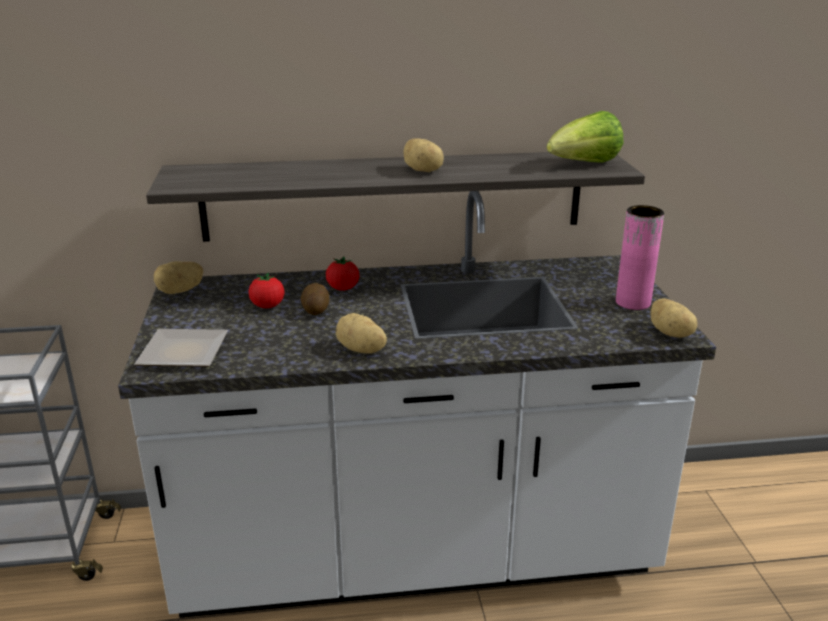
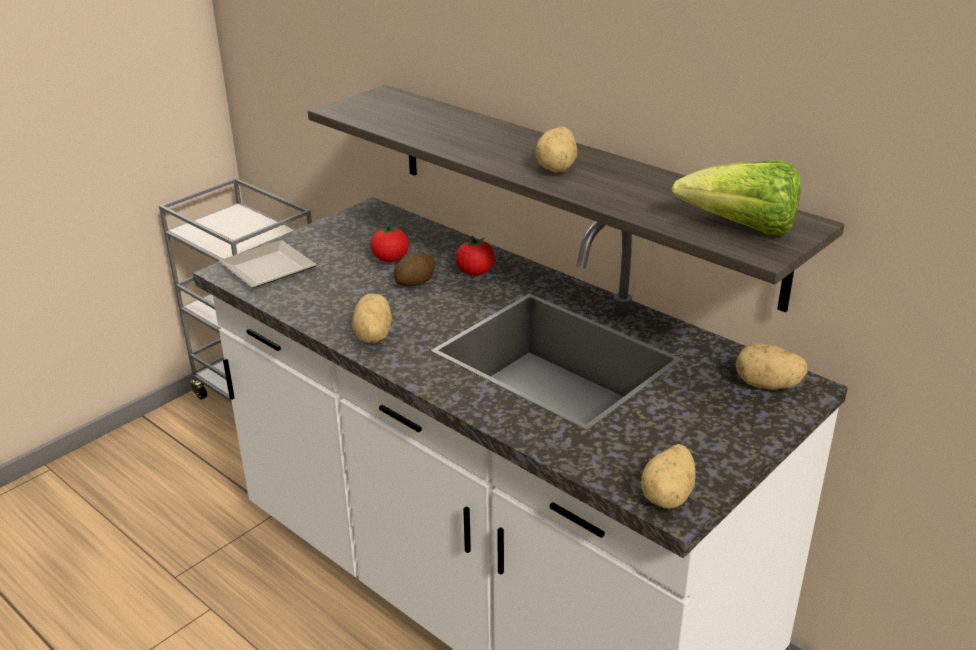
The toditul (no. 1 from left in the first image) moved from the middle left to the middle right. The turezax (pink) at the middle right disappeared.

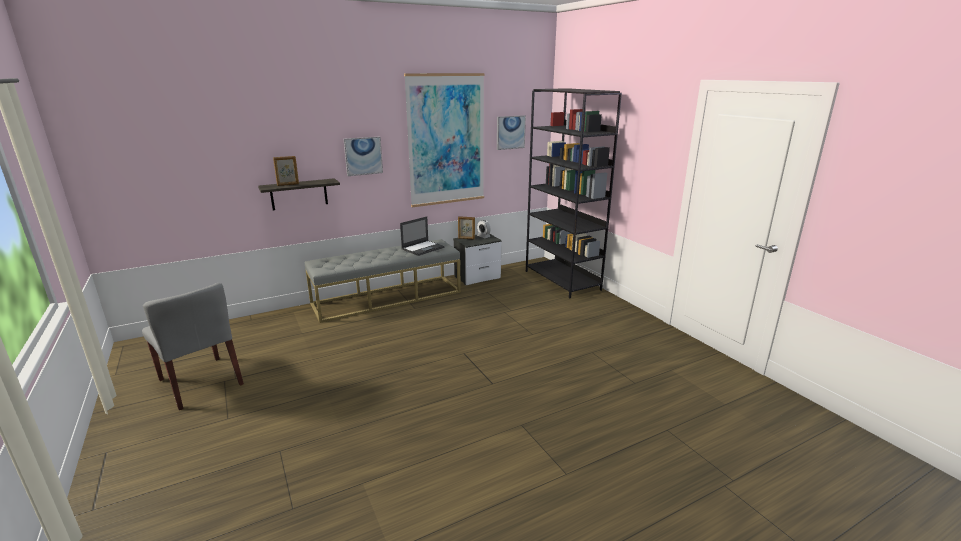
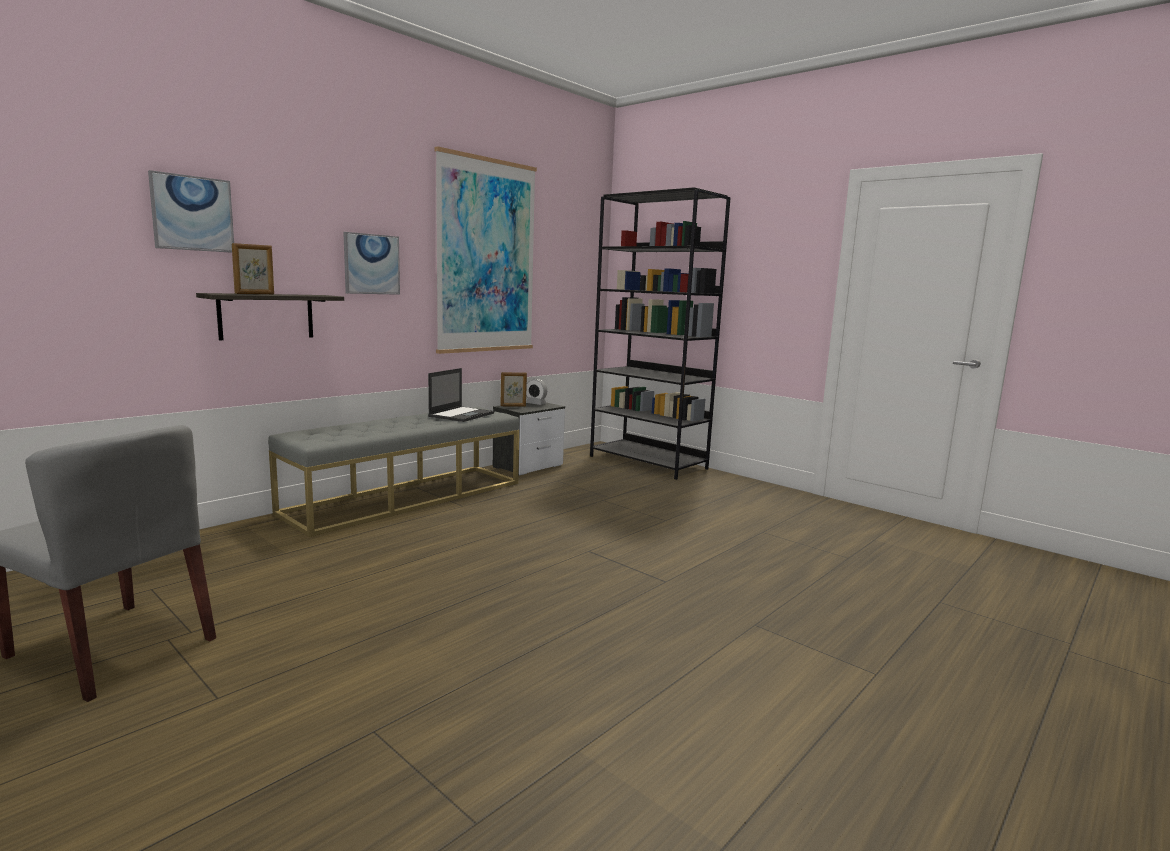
The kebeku (no. 3 from left in the first image) moved from the top centre to the top left.

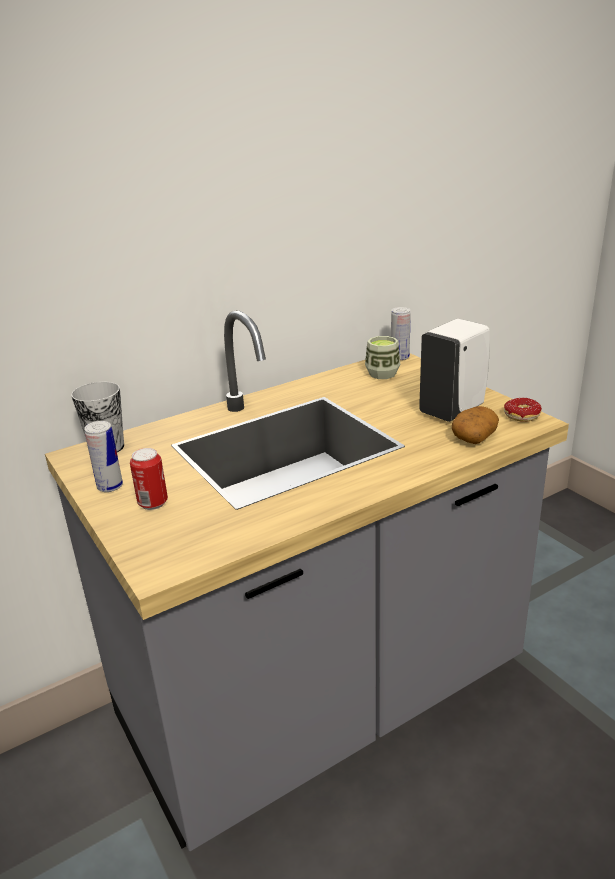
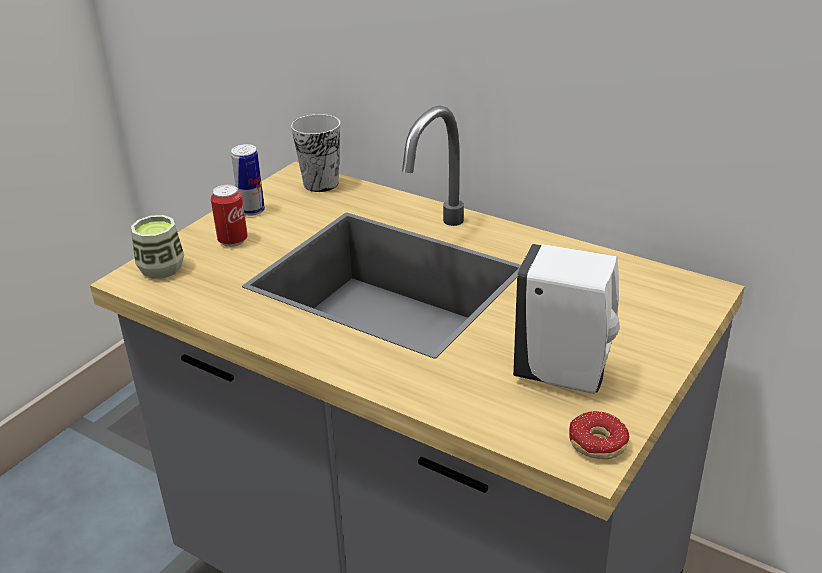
The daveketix (no. 2 from left in the first image) moved from the centre to the middle left. The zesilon (no. 3 from left) at the centre disappeared. The toditul at the middle right disappeared.

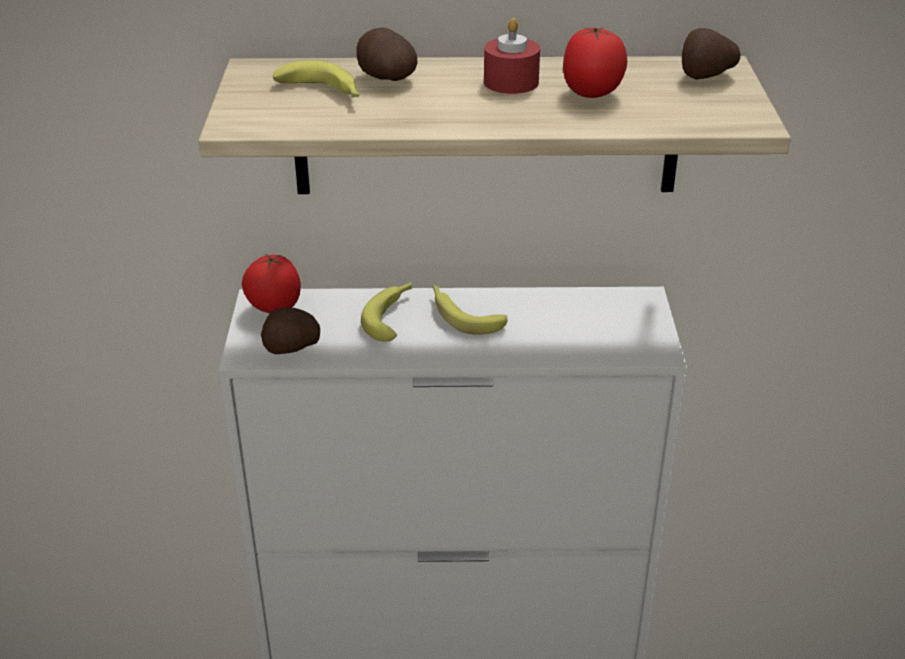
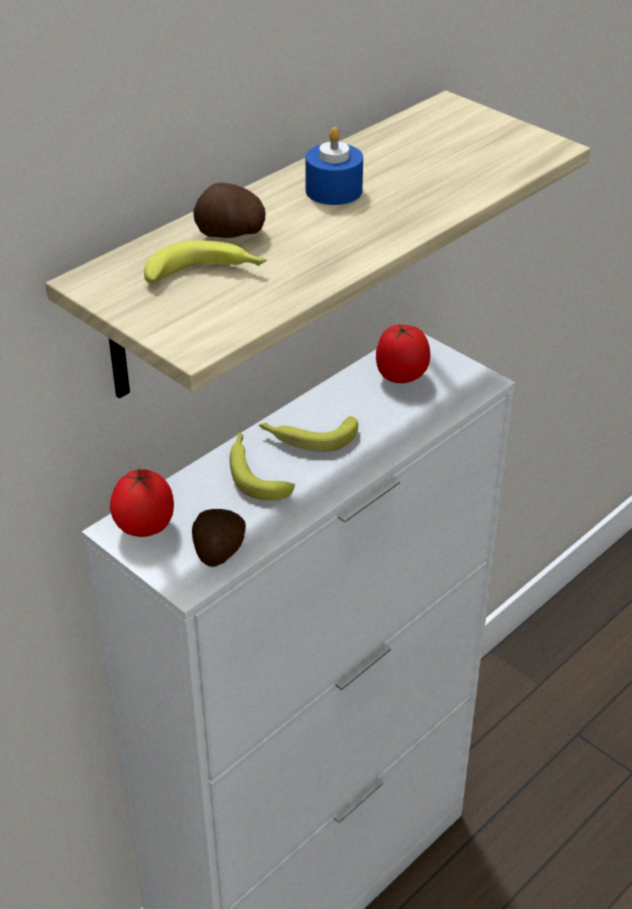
The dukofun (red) at the top centre became the dukofun (blue) at the top centre. The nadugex (no. 2 from left) moved from the top centre to the centre. The toditul (no. 3 from left) at the top right disappeared.

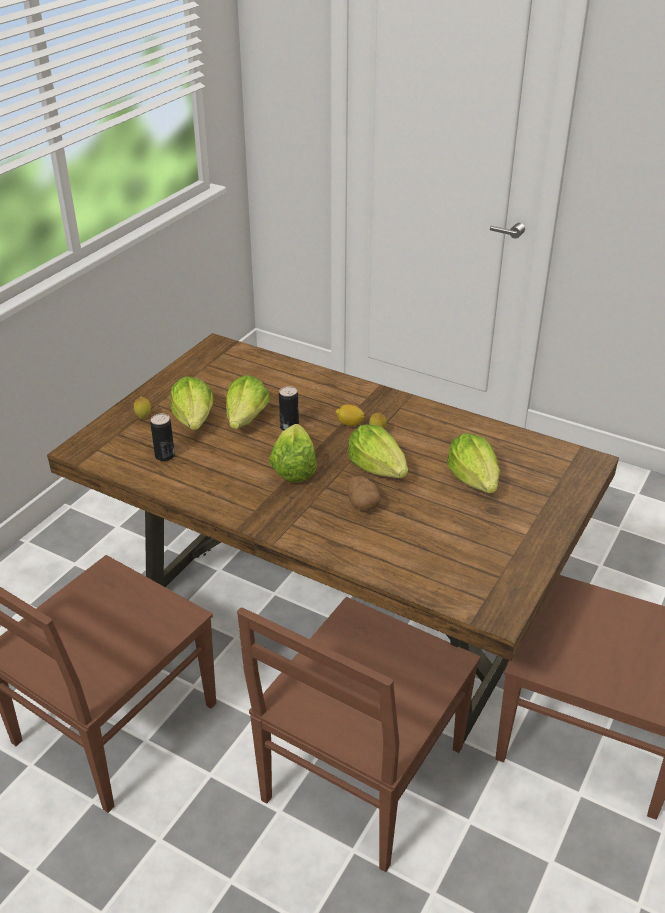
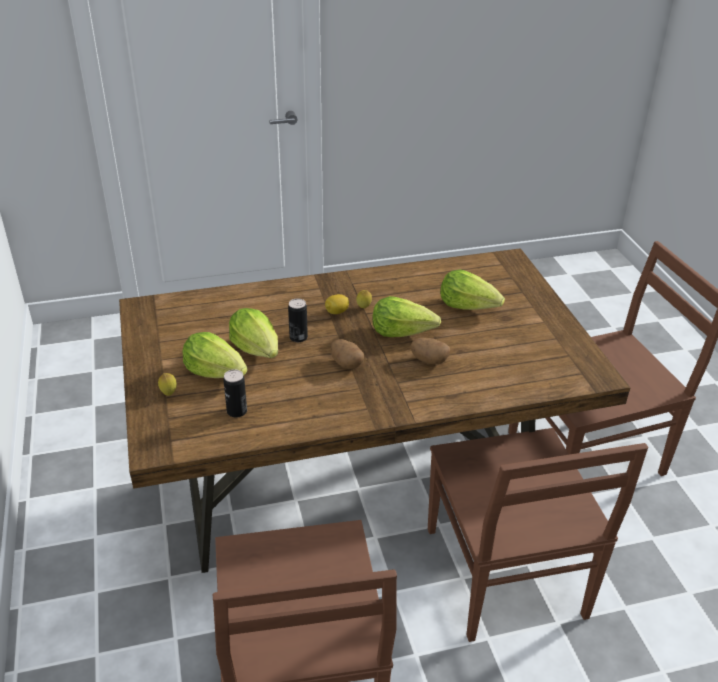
The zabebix (no. 3 from left) at the centre was replaced by the toditul (no. 1 from left) at the centre.

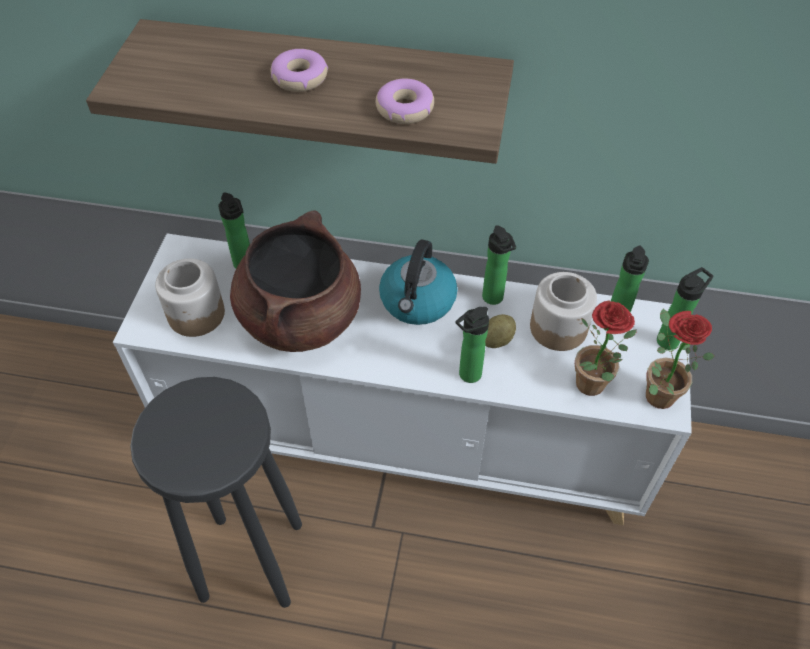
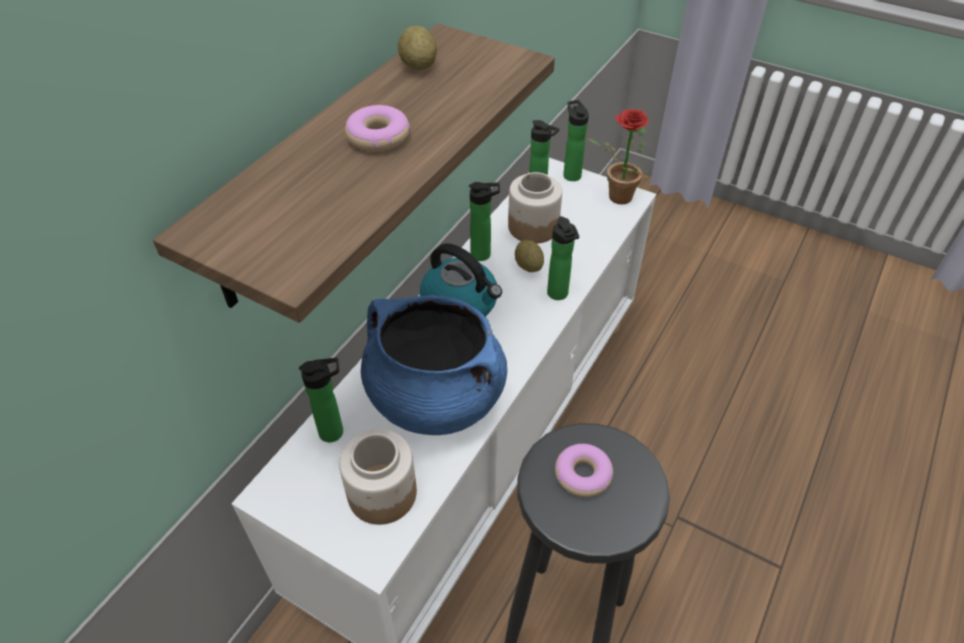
The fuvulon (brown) at the centre became the fuvulon (blue) at the centre. The toditul (no. 1 from left) at the top centre appeared. The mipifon (no. 2 from left) moved from the top centre to the bottom centre. The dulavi (no. 1 from left) at the middle right disappeared.

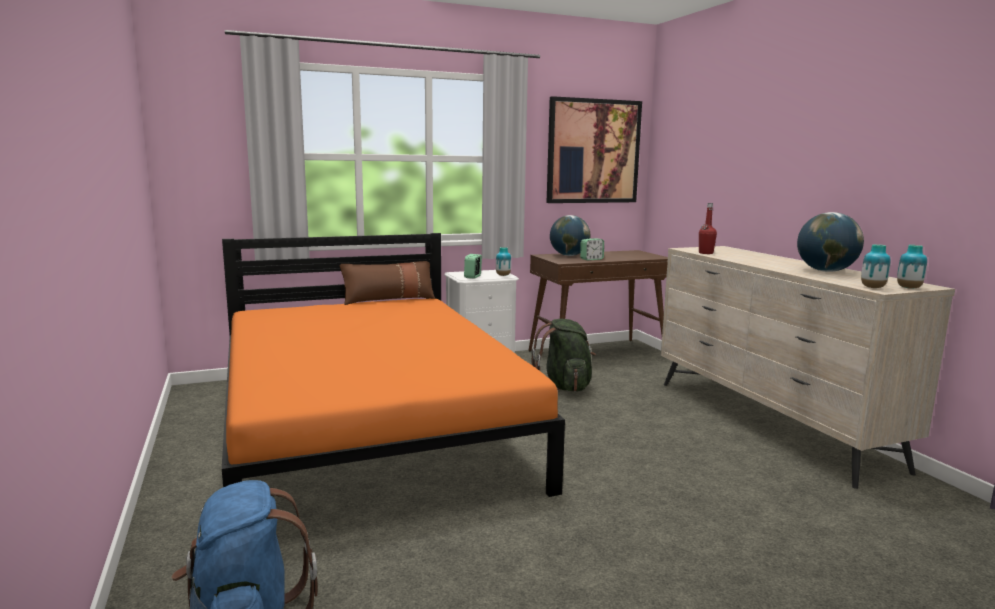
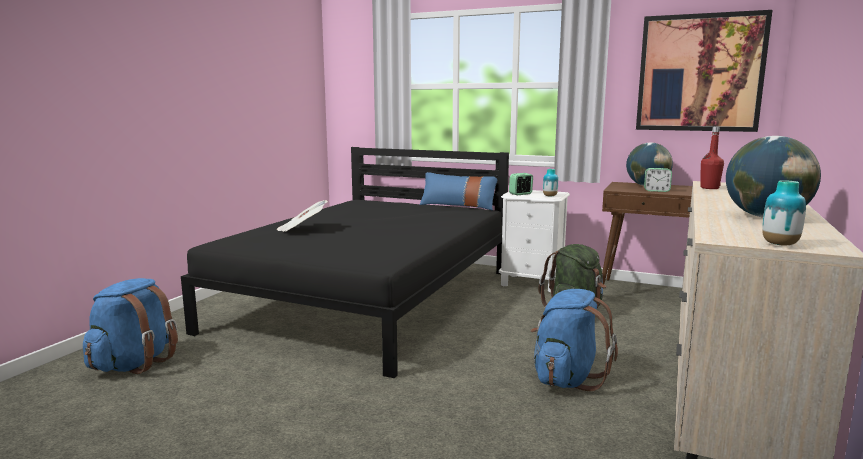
The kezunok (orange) at the centre became the kezunok (black) at the centre. The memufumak at the centre appeared. The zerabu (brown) at the centre became the zerabu (blue) at the centre. The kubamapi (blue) (no. 2 from left) at the bottom centre appeared. The turezax (no. 2 from left) at the middle right disappeared.

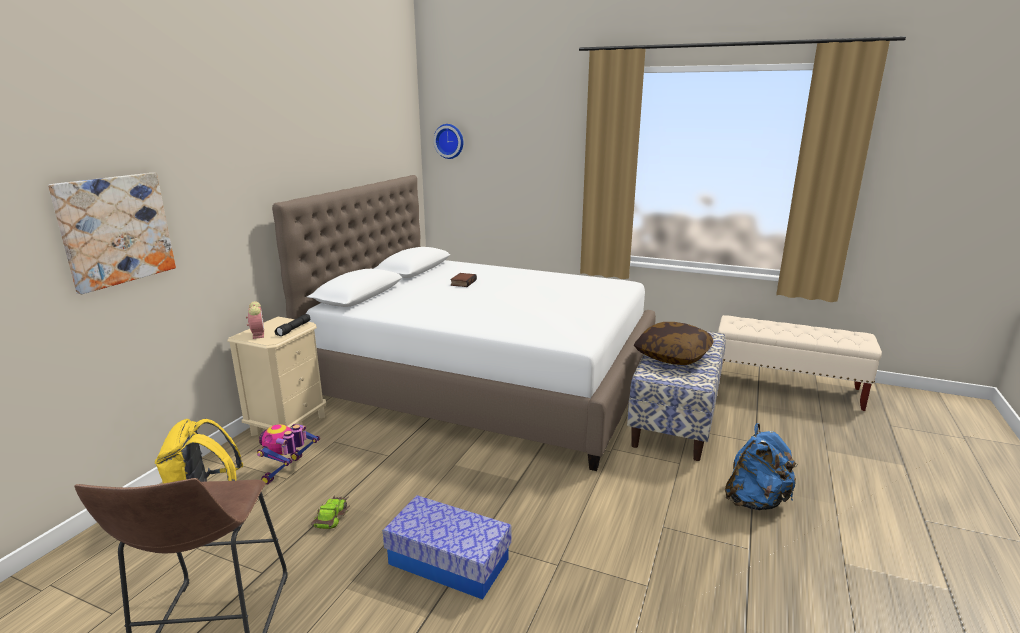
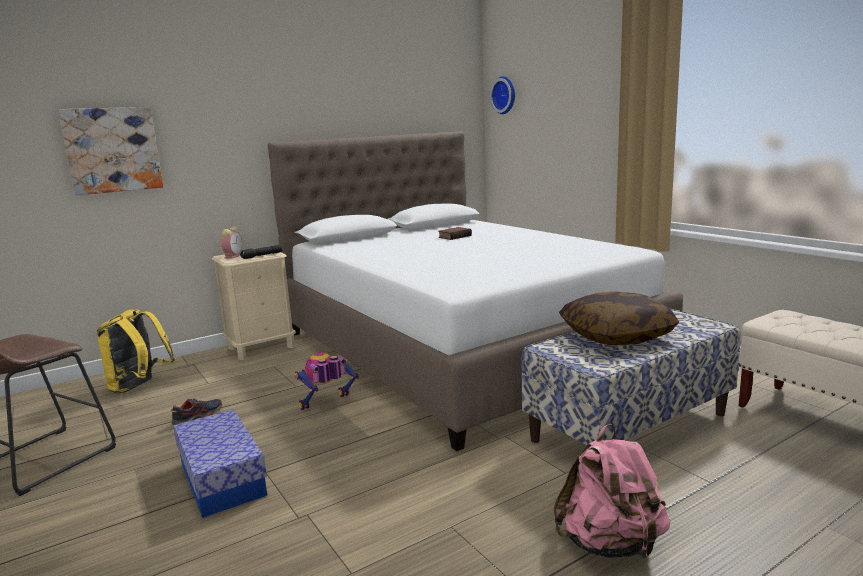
The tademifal at the bottom left was replaced by the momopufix at the bottom left. The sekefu moved from the bottom left to the centre. The kubamapi (blue) at the bottom right became the kubamapi (pink) at the bottom right.

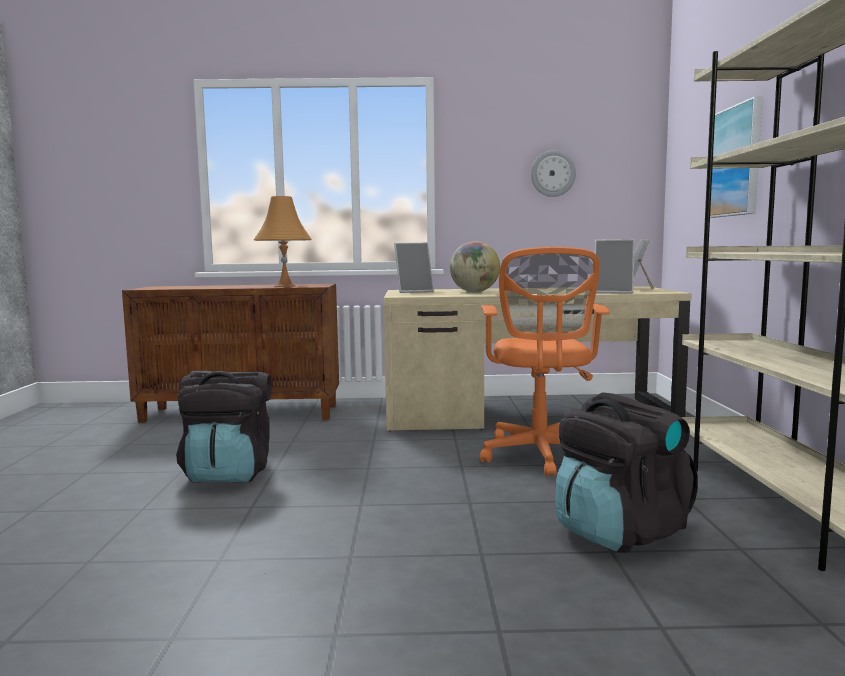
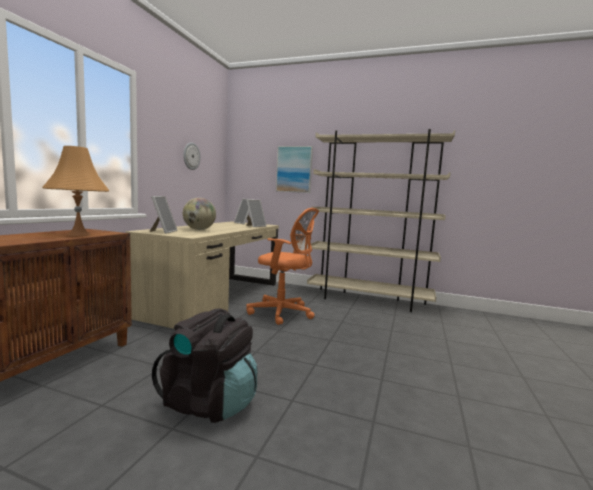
The kubamapi (black) (no. 2 from left) at the bottom right disappeared.

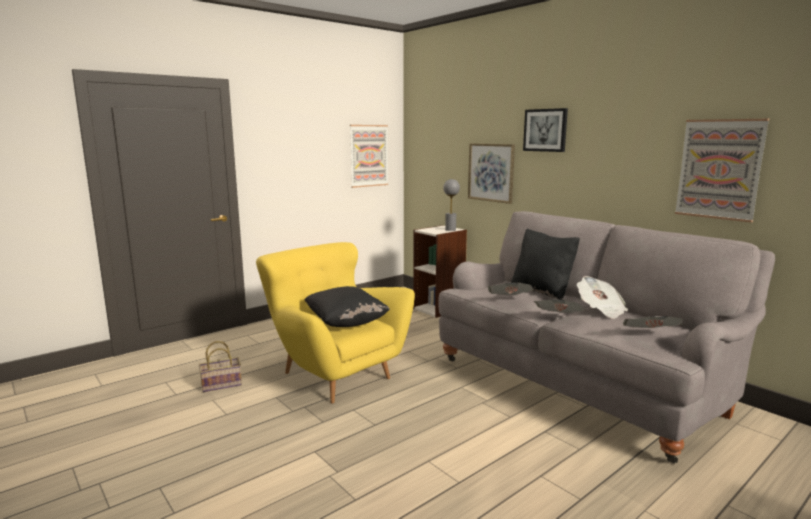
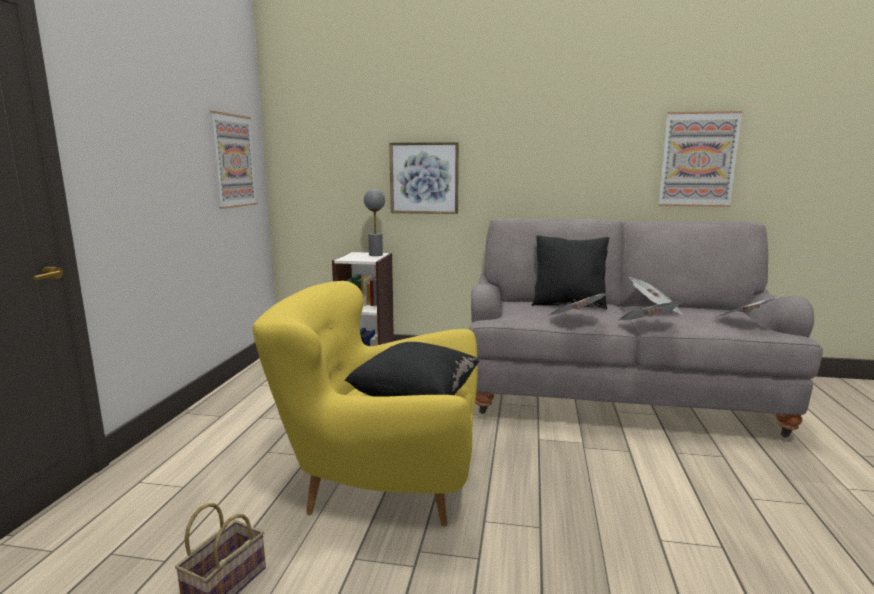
The kebeku (no. 3 from left) at the top right disappeared.

